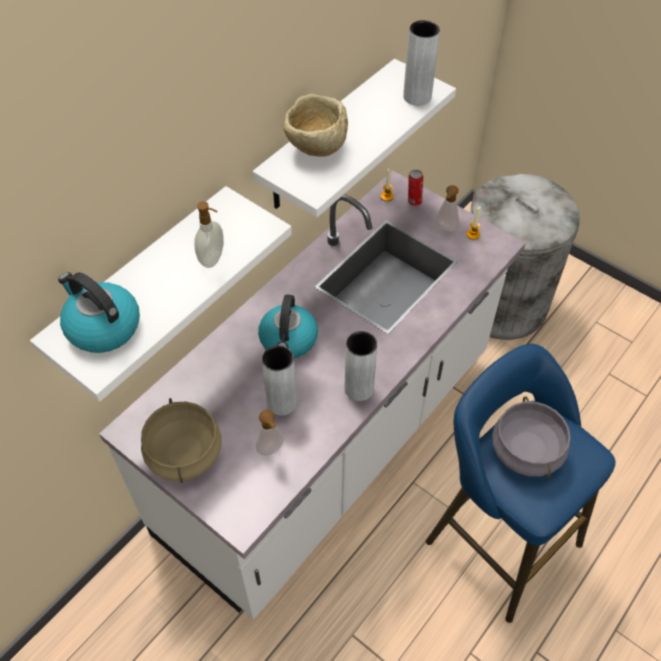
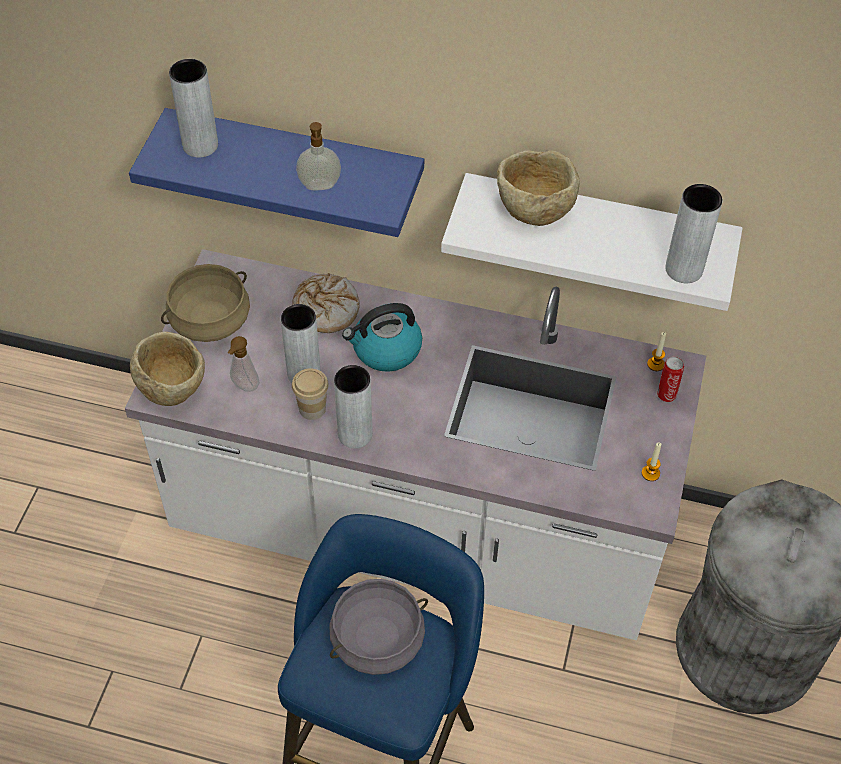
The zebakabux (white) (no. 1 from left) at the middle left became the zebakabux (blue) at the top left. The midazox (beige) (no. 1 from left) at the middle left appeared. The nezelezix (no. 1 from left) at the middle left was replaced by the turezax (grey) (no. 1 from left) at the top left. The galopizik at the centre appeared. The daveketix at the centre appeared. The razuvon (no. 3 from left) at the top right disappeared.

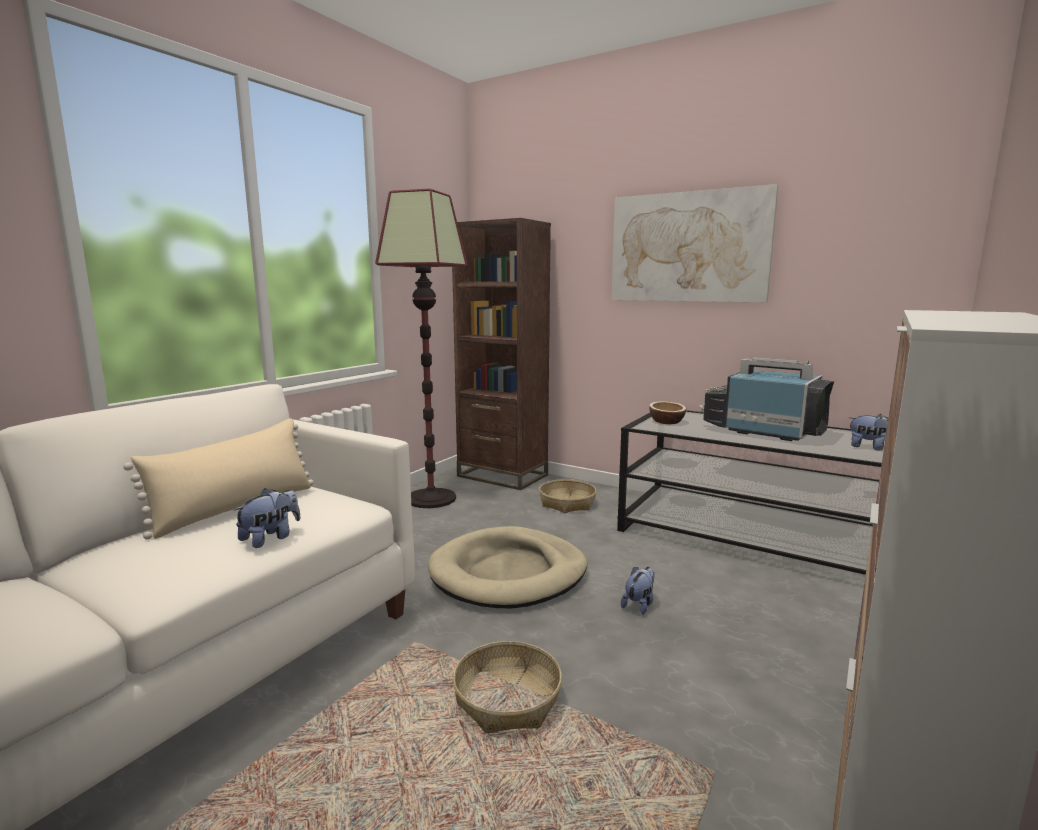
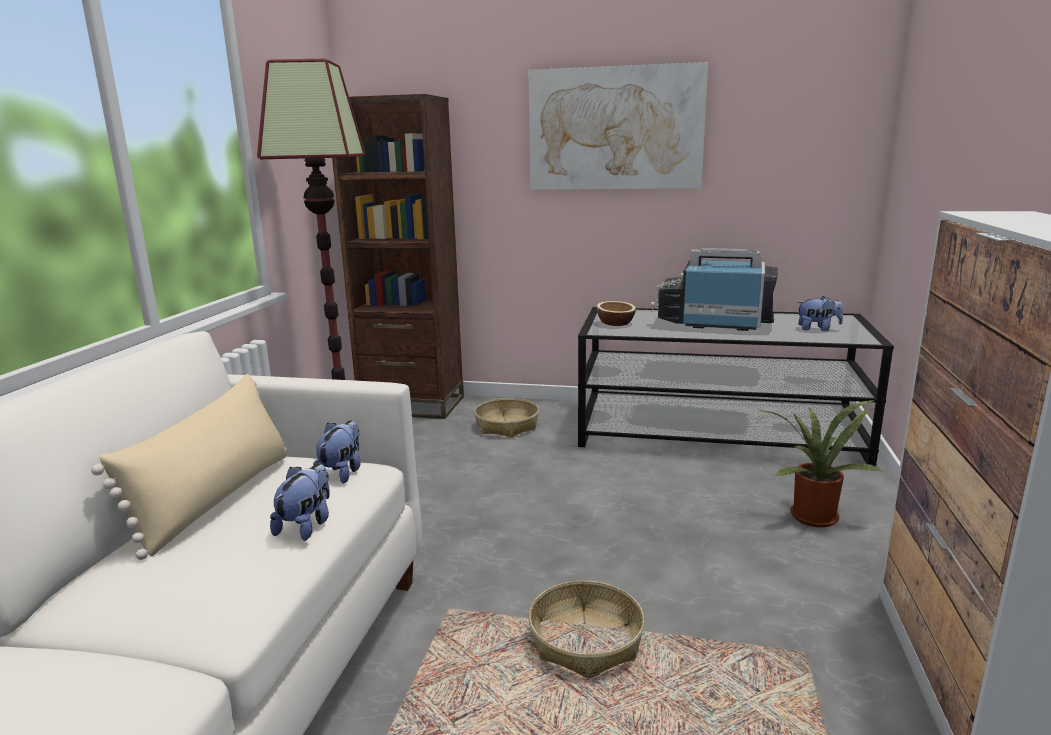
The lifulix (no. 2 from left) moved from the bottom centre to the middle left. The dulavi at the middle right appeared. The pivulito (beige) at the bottom centre disappeared.

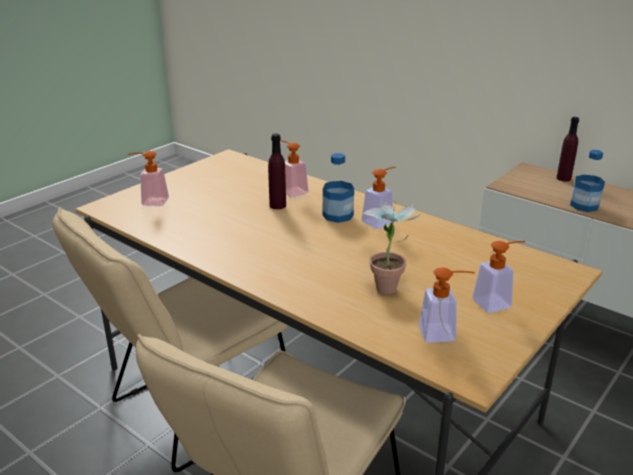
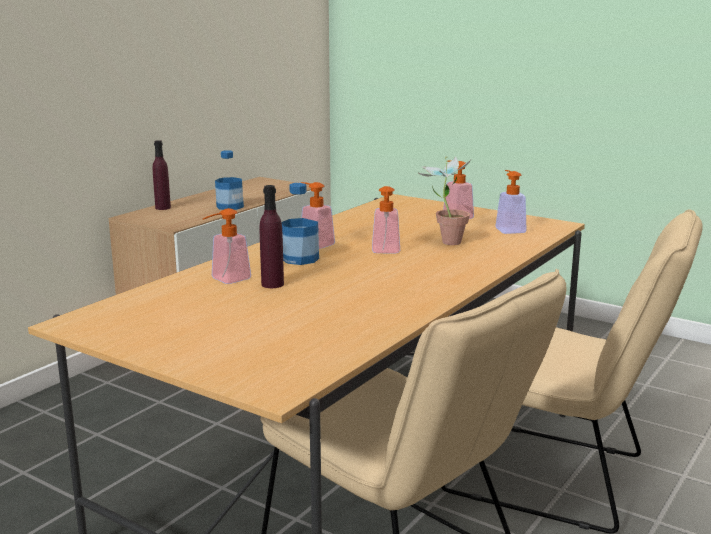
The razuvon (no. 1 from left in the first image) moved from the middle left to the centre.

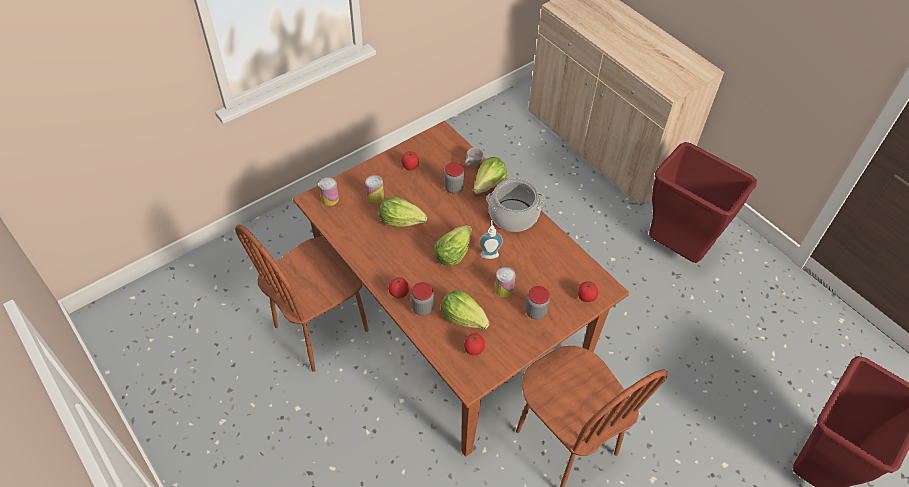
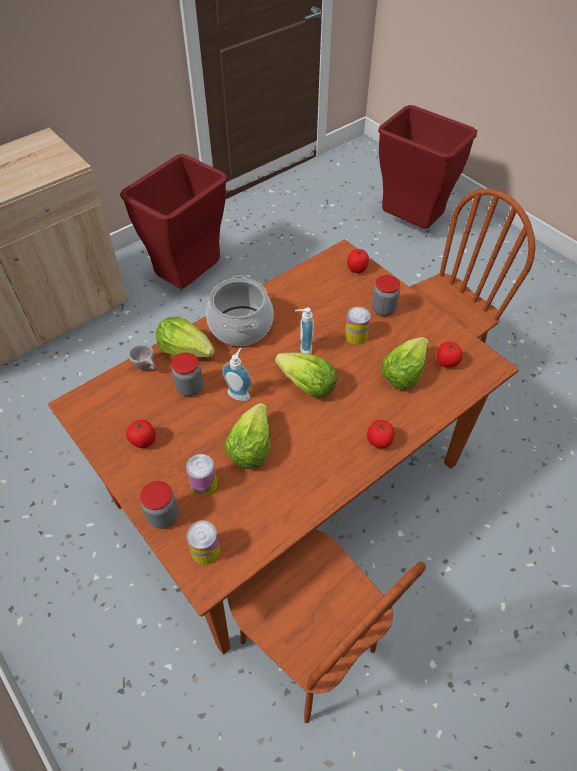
The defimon (no. 1 from left) moved from the centre to the middle left. The razuvon (no. 1 from left) at the centre appeared.

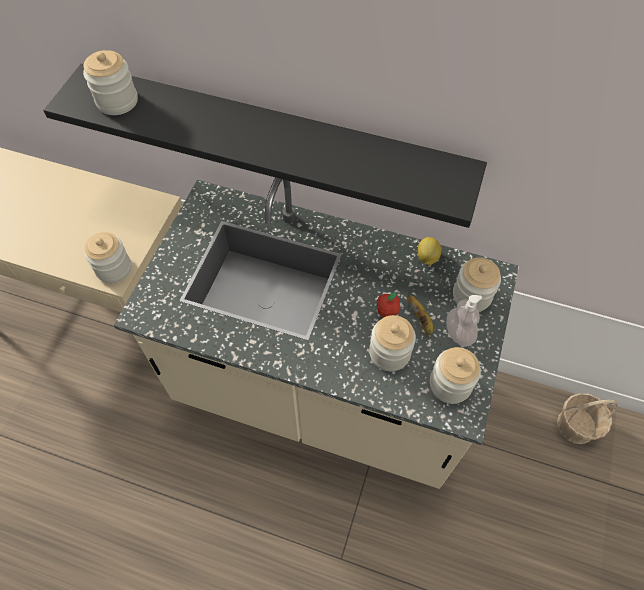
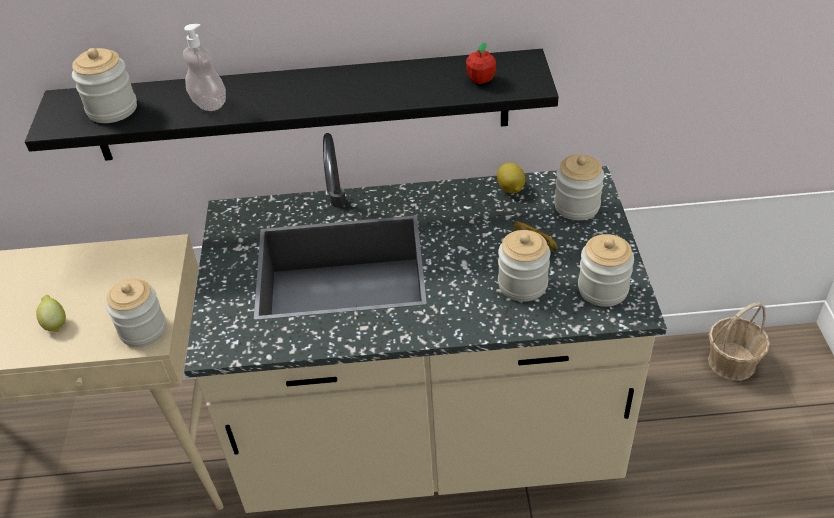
The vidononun (no. 1 from left) at the middle left appeared. The razuvon moved from the middle right to the top left. The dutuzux moved from the centre to the top centre.

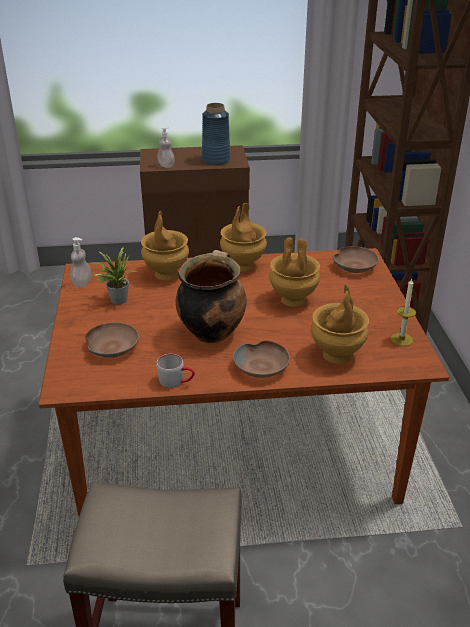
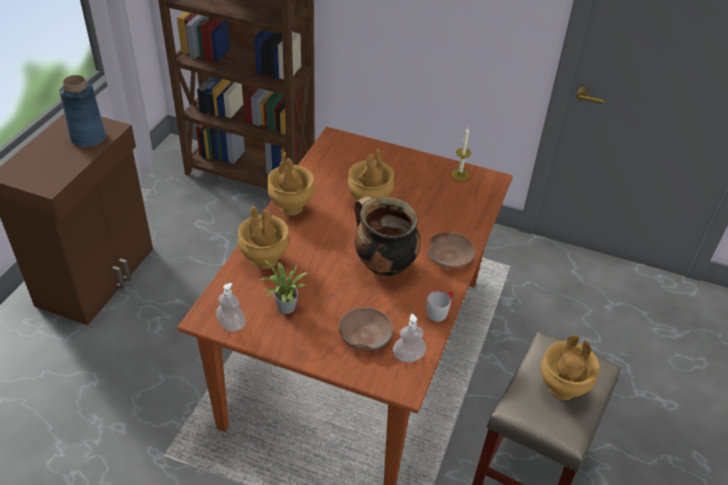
The razuvon (no. 2 from left) moved from the top centre to the bottom centre. The turezax (brown) (no. 4 from left) moved from the middle right to the bottom right. The midazox (brown) (no. 3 from left) at the middle right disappeared.

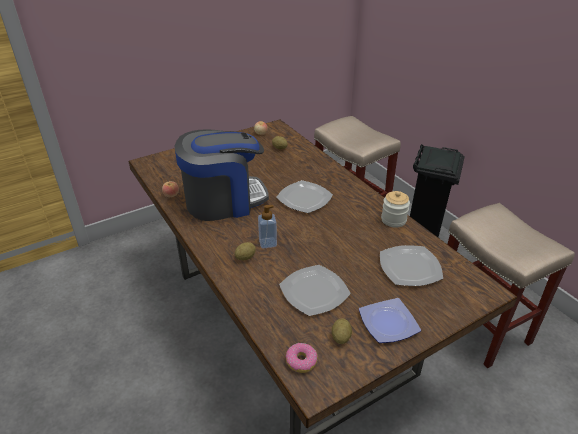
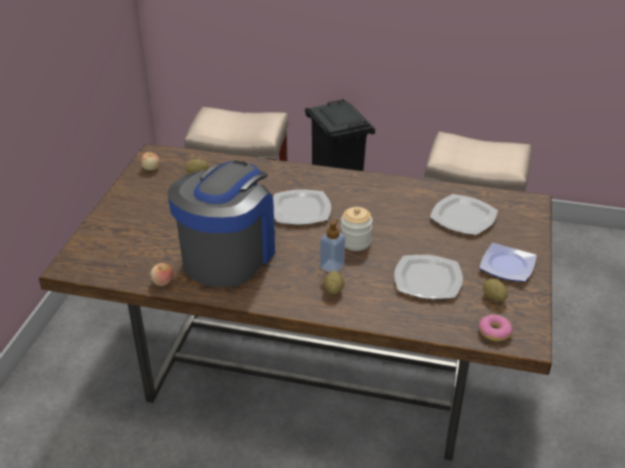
The defimon moved from the middle right to the centre.

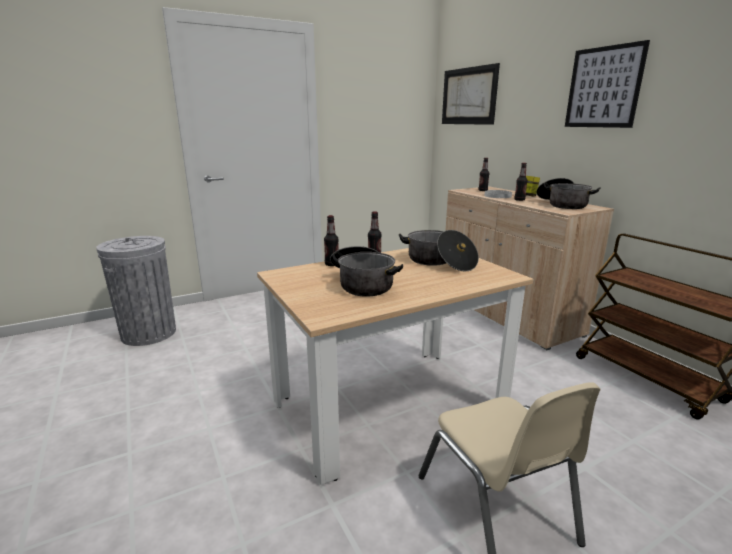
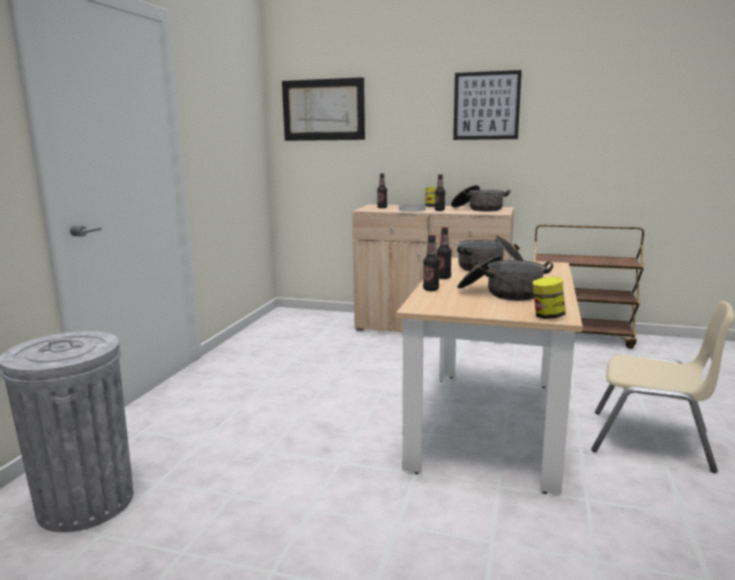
The defimon (no. 2 from left) at the middle right appeared.

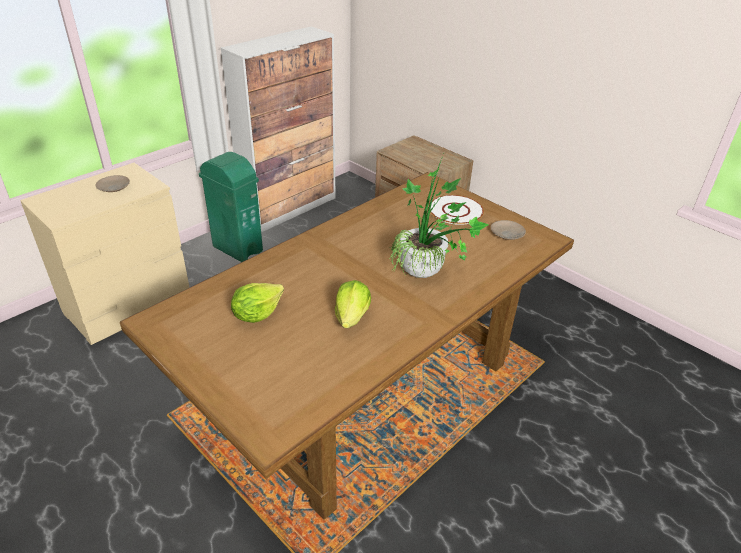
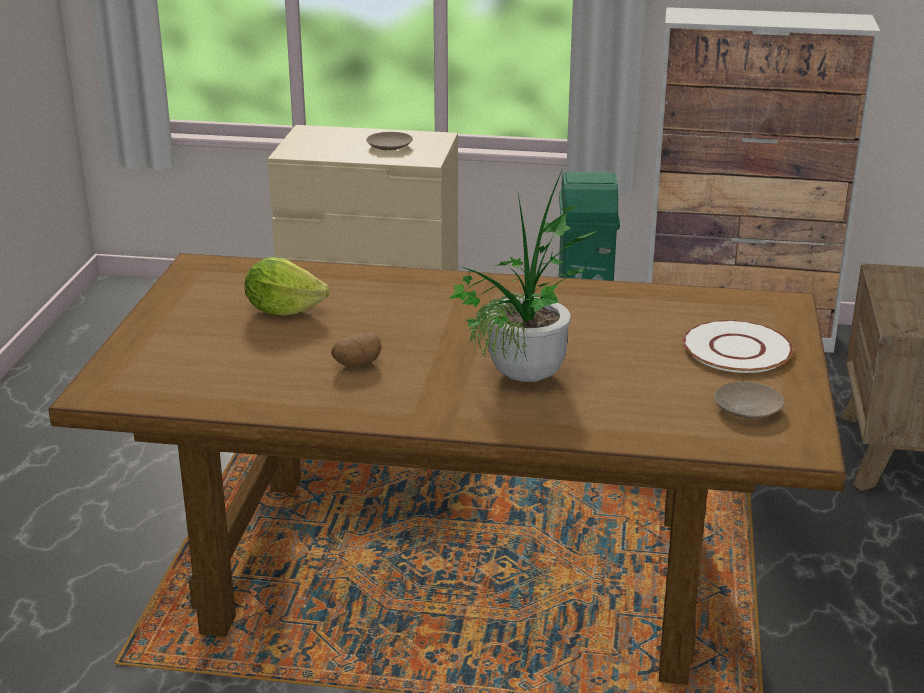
The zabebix (no. 2 from left) at the centre was replaced by the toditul at the centre.

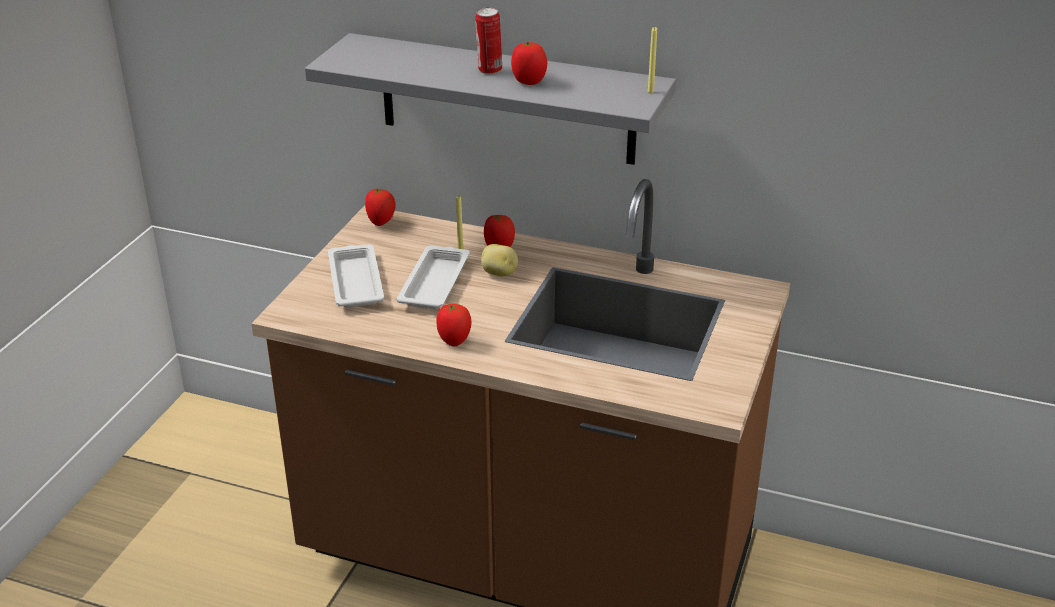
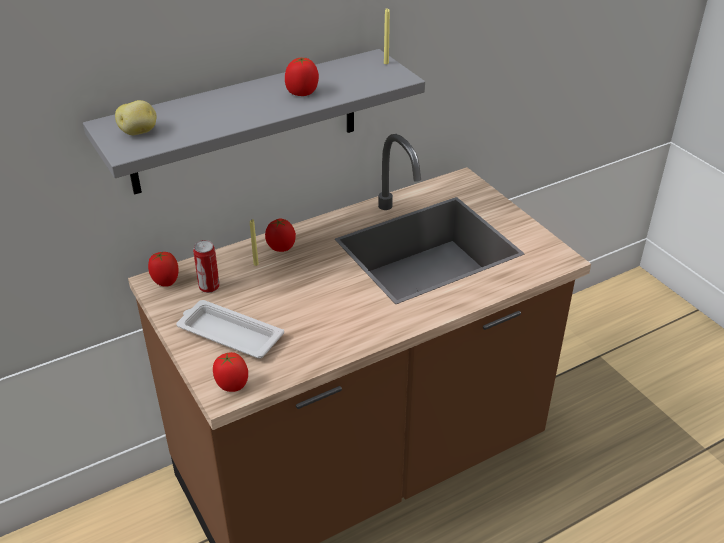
The toditul moved from the centre to the top left. The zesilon moved from the top centre to the middle left. The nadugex (no. 2 from left) moved from the centre to the bottom left. The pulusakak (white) (no. 2 from left) at the centre disappeared.

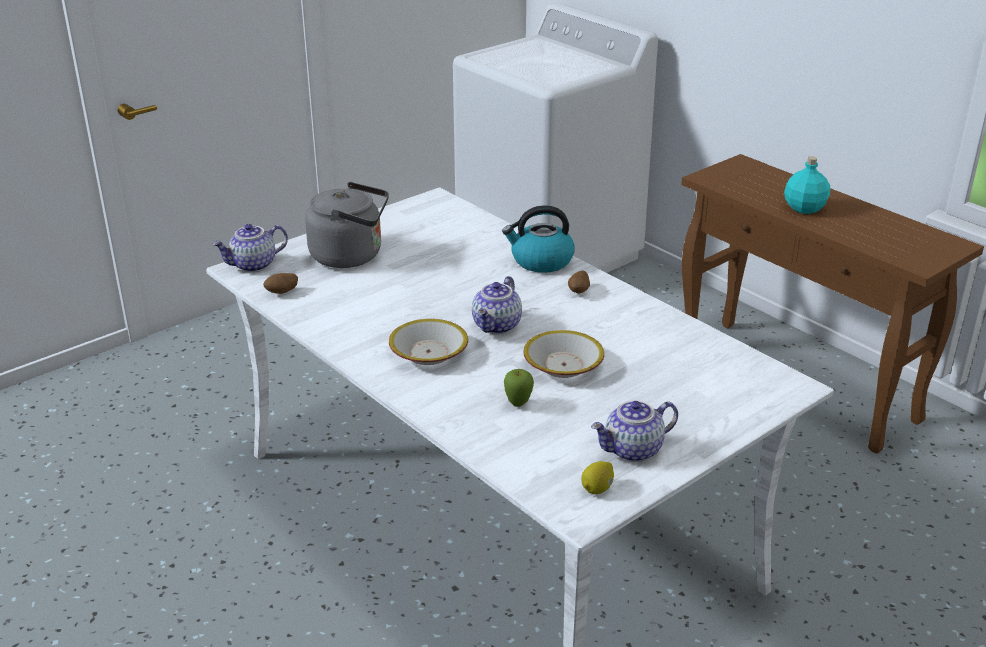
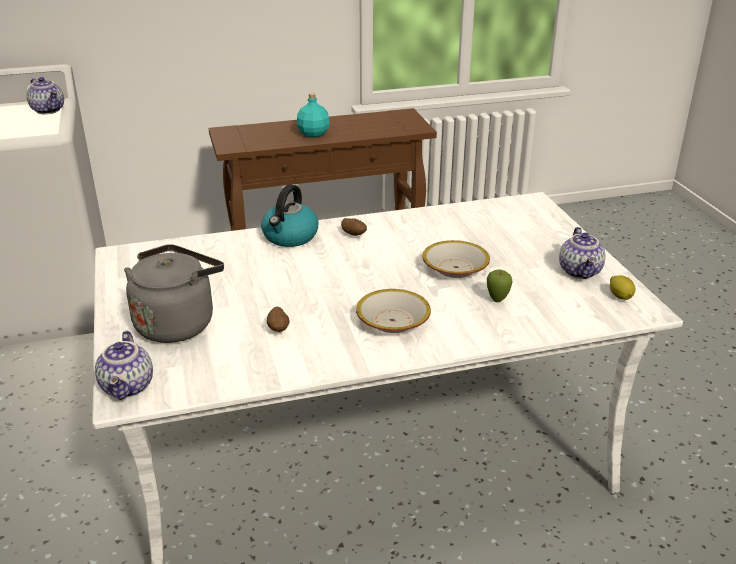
The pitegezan (no. 2 from left in the first image) moved from the centre to the top left. The toditul (no. 1 from left) moved from the middle left to the centre.

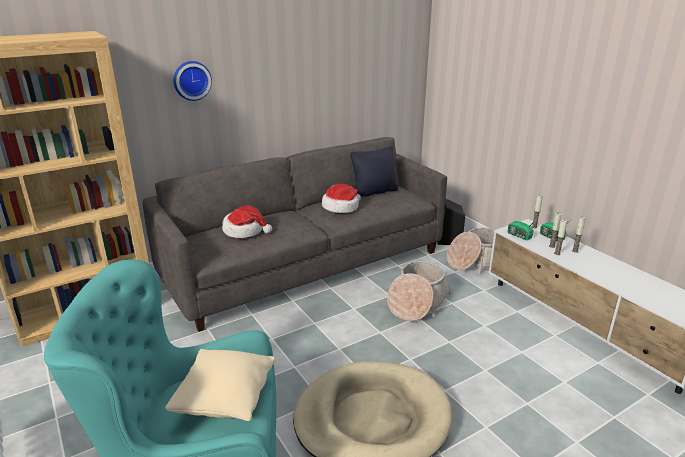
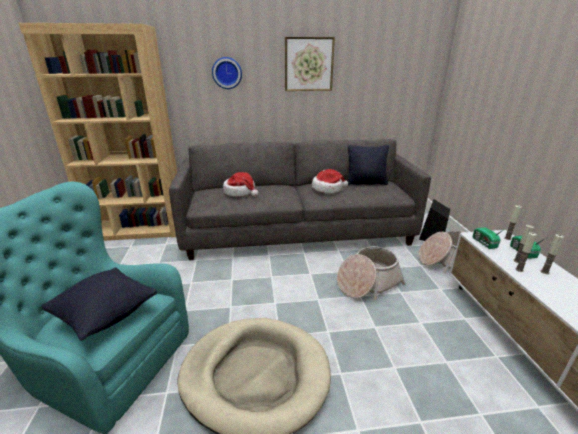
The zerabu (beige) at the bottom left became the zerabu (black) (no. 1 from left) at the bottom left. The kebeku at the top centre appeared.

